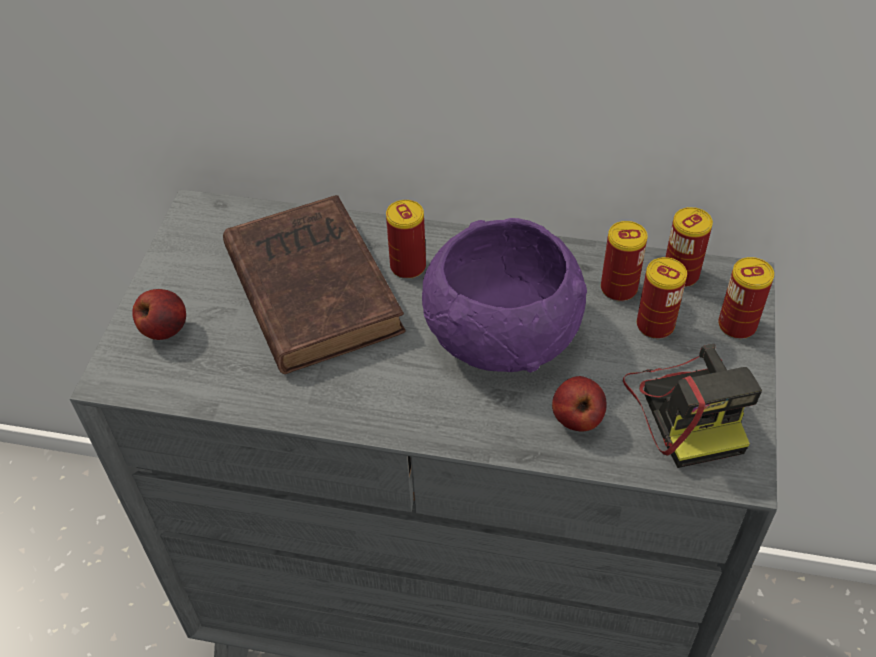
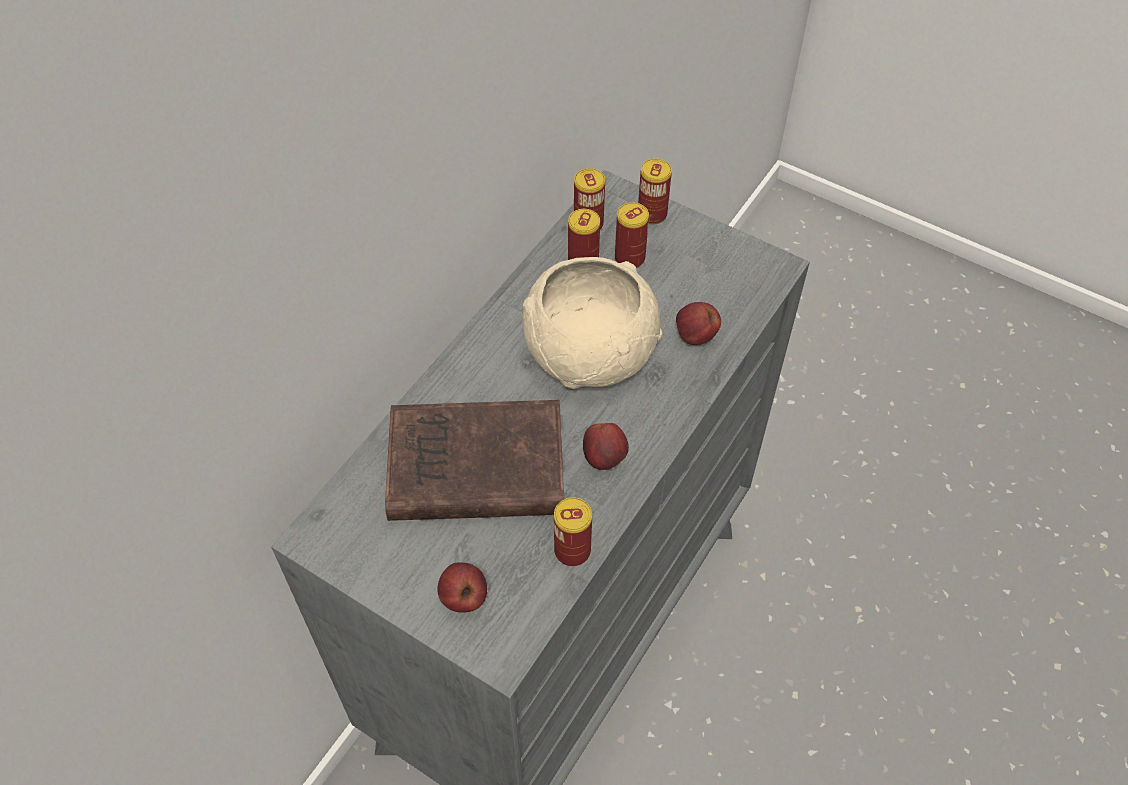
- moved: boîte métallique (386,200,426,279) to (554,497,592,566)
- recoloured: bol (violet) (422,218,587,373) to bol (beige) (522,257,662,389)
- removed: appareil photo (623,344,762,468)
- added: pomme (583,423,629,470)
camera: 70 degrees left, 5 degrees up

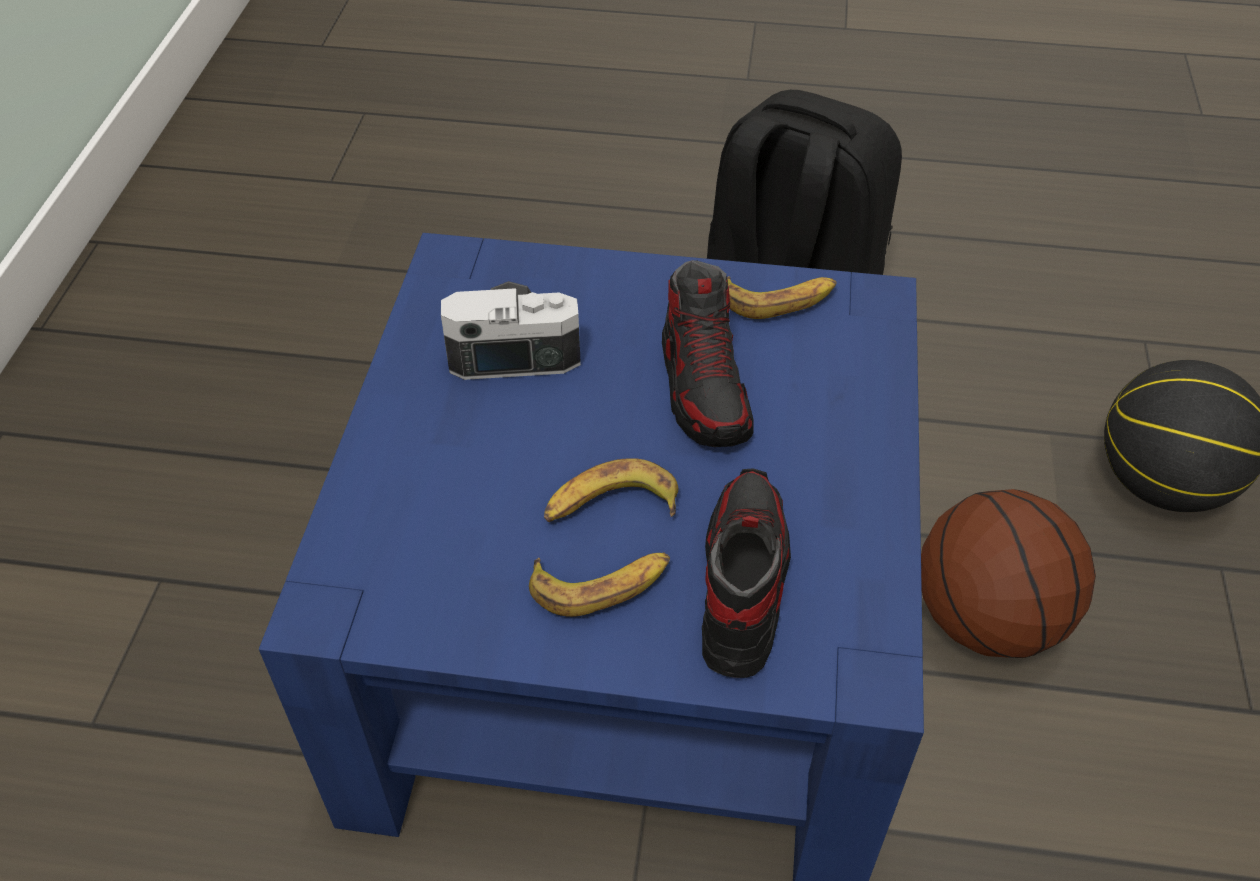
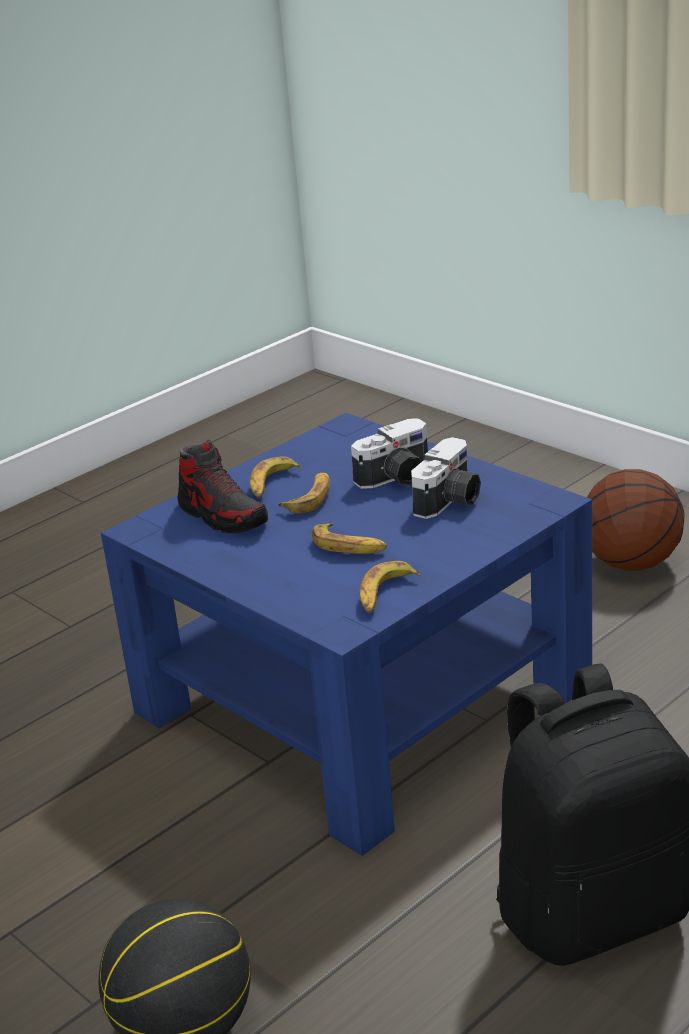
- replaced: chaussure (662,260,754,447) to banane (312,523,387,554)
- moved: ballon de basket (921,489,1096,658) to (587,469,685,571)
- added: appareil photo (351,419,428,489)
camera: 130 degrees right, 20 degrees down

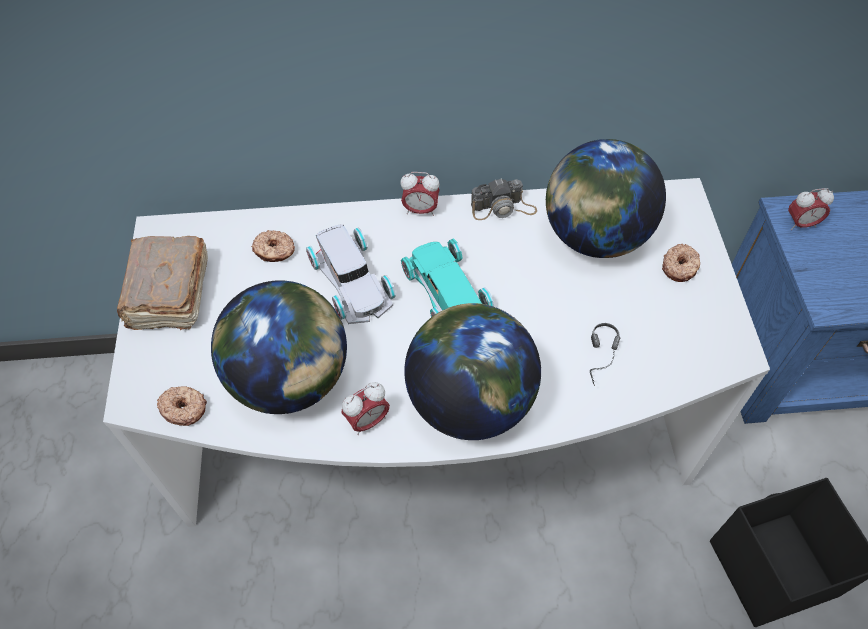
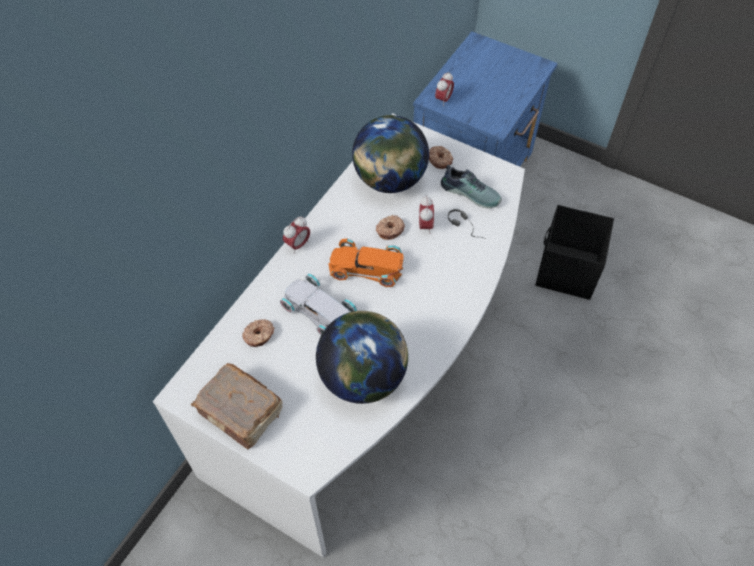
- removed: appareil photo (471,178,537,220)
- turned: petite voiture (blanc) (306,225,396,324) = (280,273,357,335) 150 degrees counterclockwise
- recoloured: petite voiture (turquoise) (401,238,494,317) to petite voiture (orange) (328,238,403,287)
- removed: globe (405,303,541,440)
- moved: réveil (341,382,390,435) to (419,196,434,234)
- moved: beignet (157,387,207,426) to (376,215,405,240)
- added: chaussure (441,165,501,208)
camera: 55 degrees left, 0 degrees up

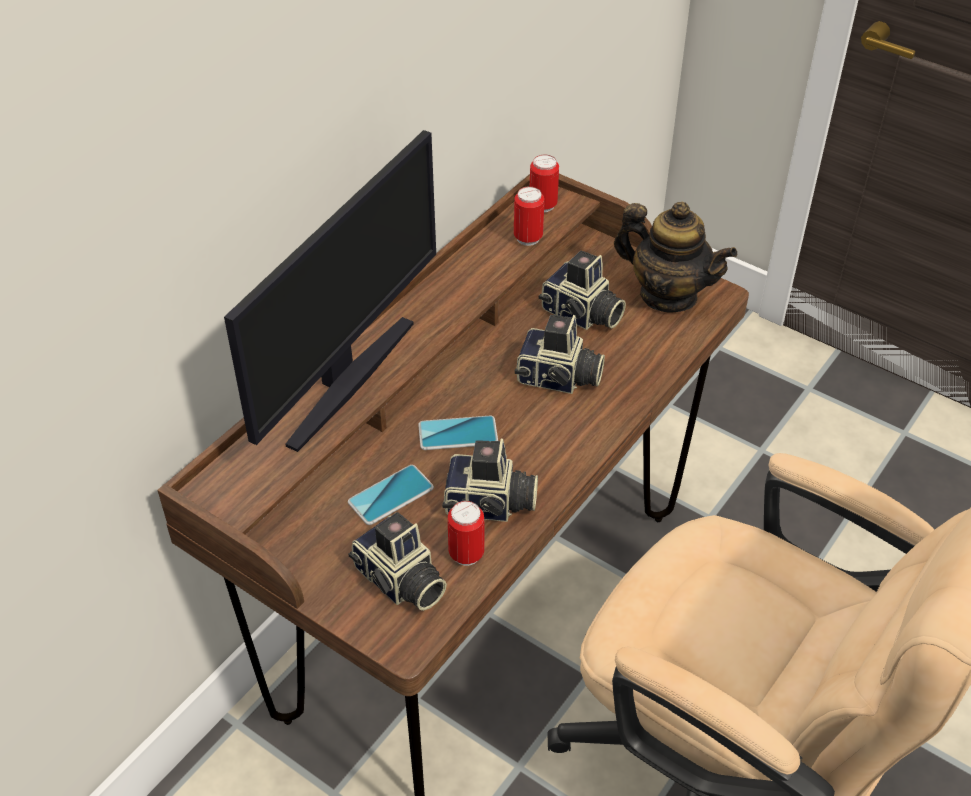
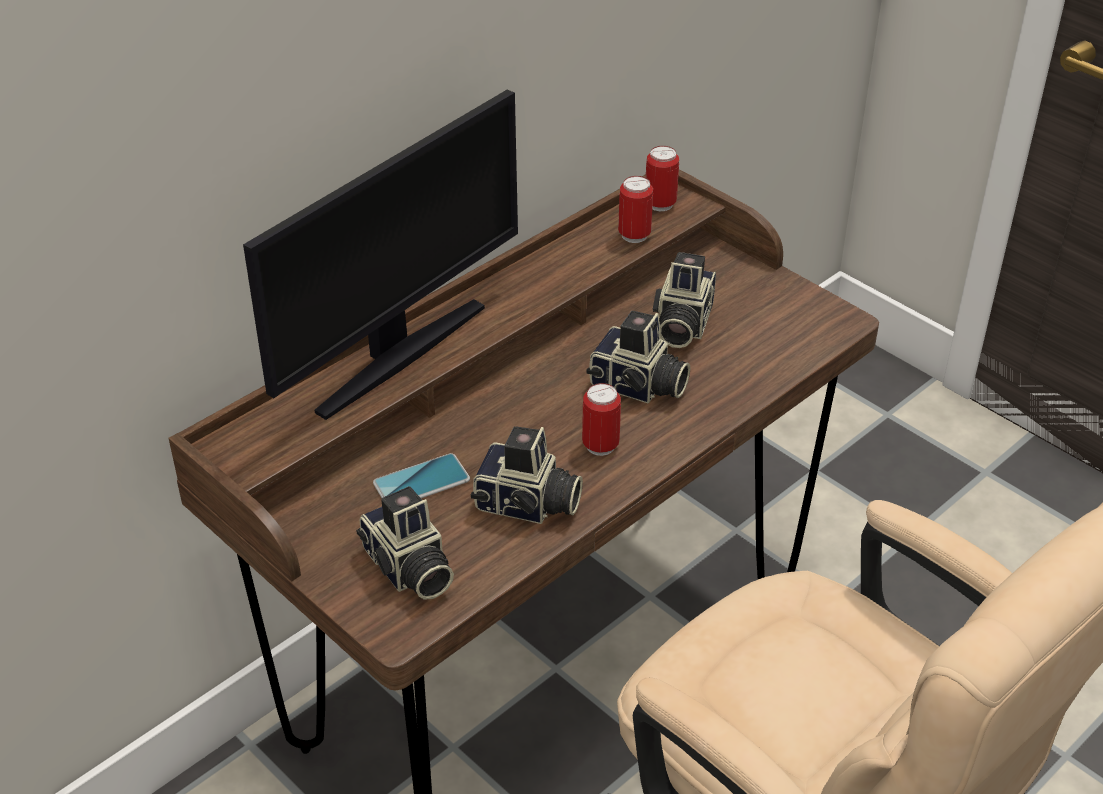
- removed: théière (614,201,737,313)
- turned: appareil photo (539,250,626,330) = (653,252,716,348) 60 degrees clockwise
- removed: téléphone (418,416,498,450)
- moved: boîte métallique (448,501,484,566) to (582,383,621,456)
camera: 10 degrees right, 5 degrees down

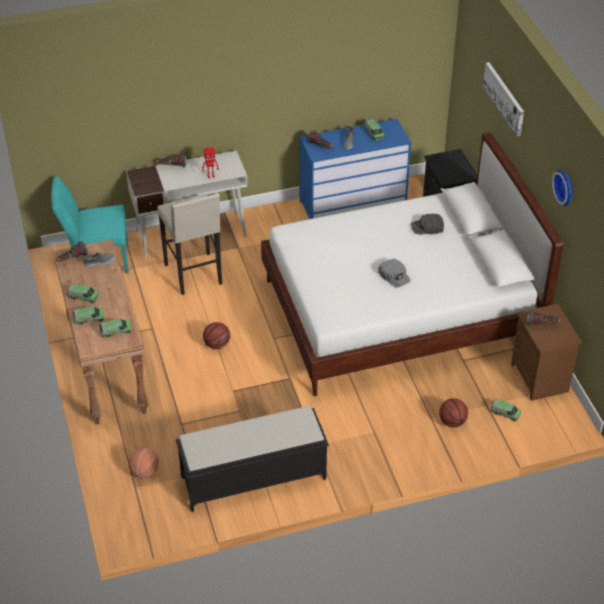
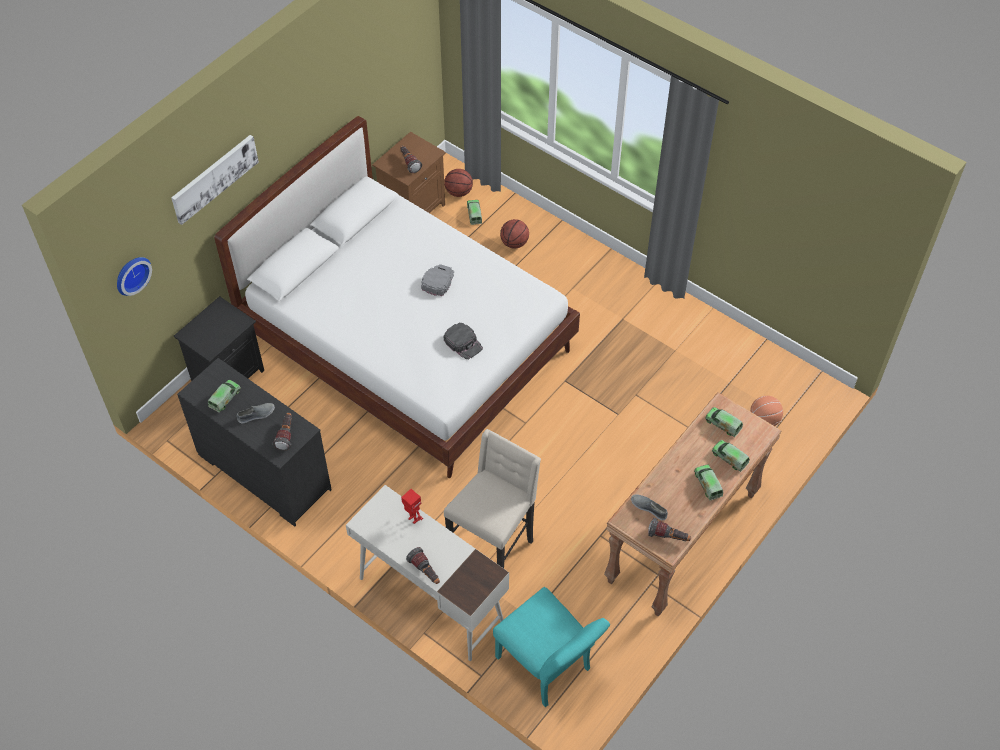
- recoloured: commode (bleu) (299,119,411,219) to commode (noir) (177,358,331,527)
- moved: horloge murale (552,170,572,206) to (117,257,152,296)
- moved: casquette (noir) (411,213,444,235) to (444,323,483,360)
- moved: ballon de basket (203,322,230,349) to (444,169,473,197)
- removed: banc (noir) (176,406,329,512)
camera: 125 degrees left, 10 degrees up

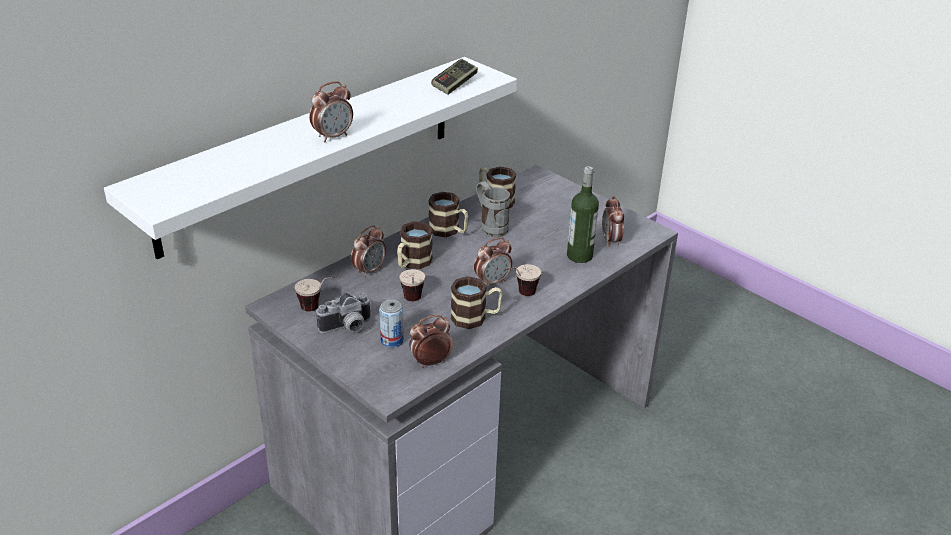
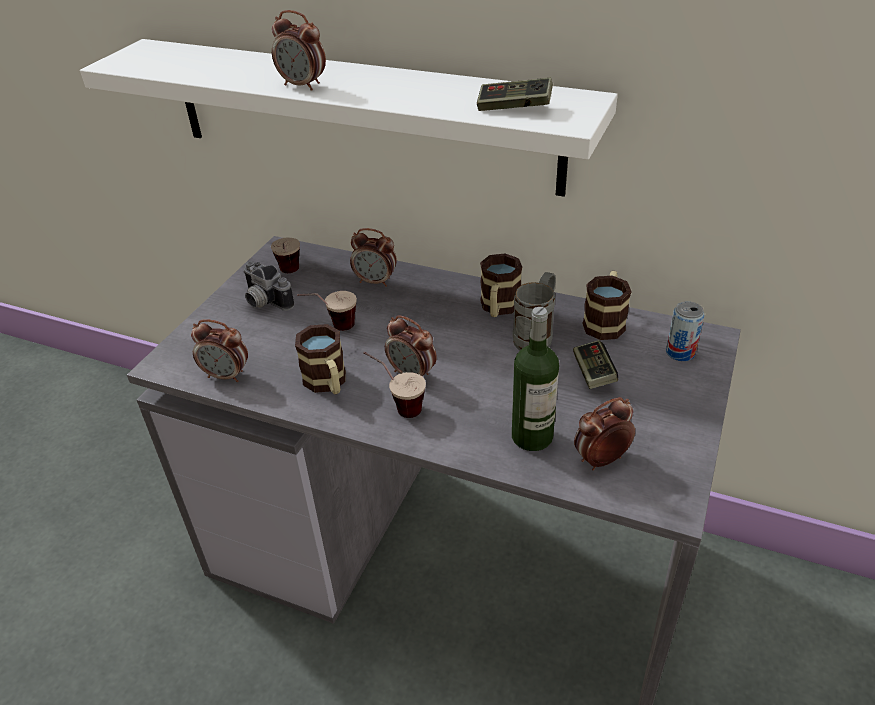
- removed: mug (397,221,433,269)
- moved: boîte métallique (379,300,404,348) to (666,301,704,361)
- turned: réveil (409,315,453,368) = (191,319,248,382) 150 degrees clockwise
- added: manette (573,340,618,389)
camera: 70 degrees right, 5 degrees up

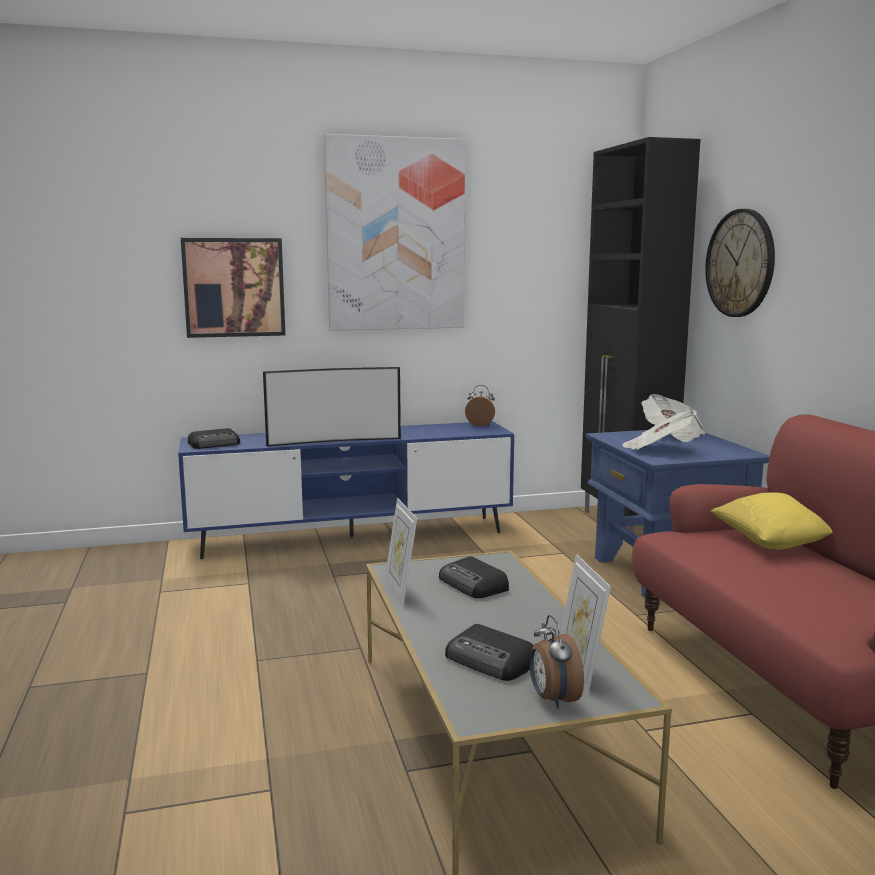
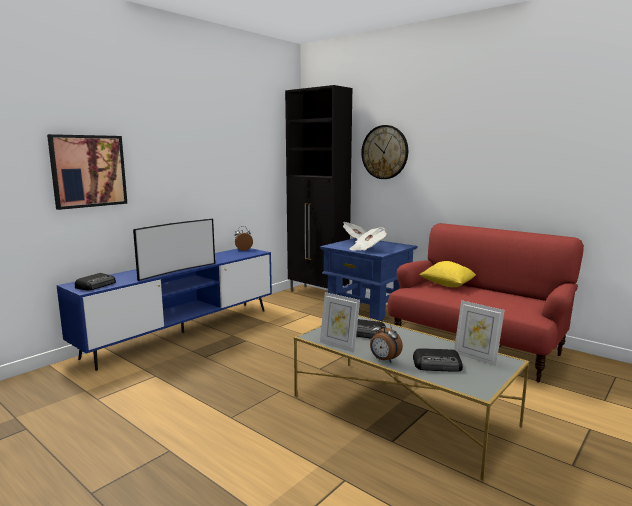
- removed: tableau (324,134,465,331)
- moved: réveil (529,615,584,709) to (370,320,403,363)
camera: 35 degrees left, 0 degrees up

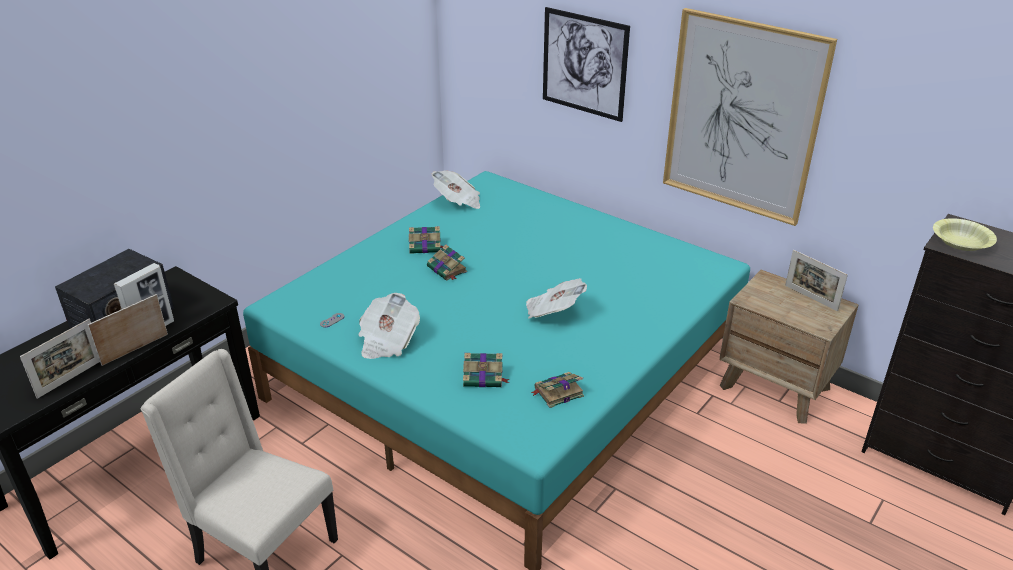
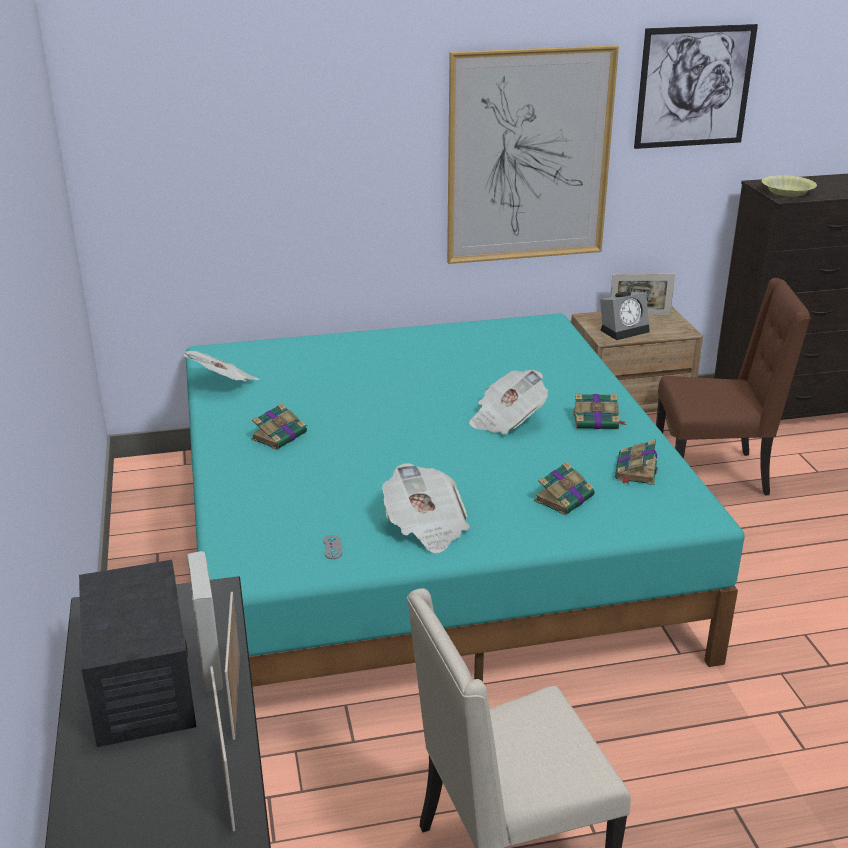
- moved: tableau (543,7,630,122) to (634,24,758,149)
- moved: livre (427,245,467,281) to (573,394,627,429)
- added: chaise (marron) (656,278,811,496)
- added: réveil (600,292,650,340)
camera: 50 degrees left, 5 degrees down

